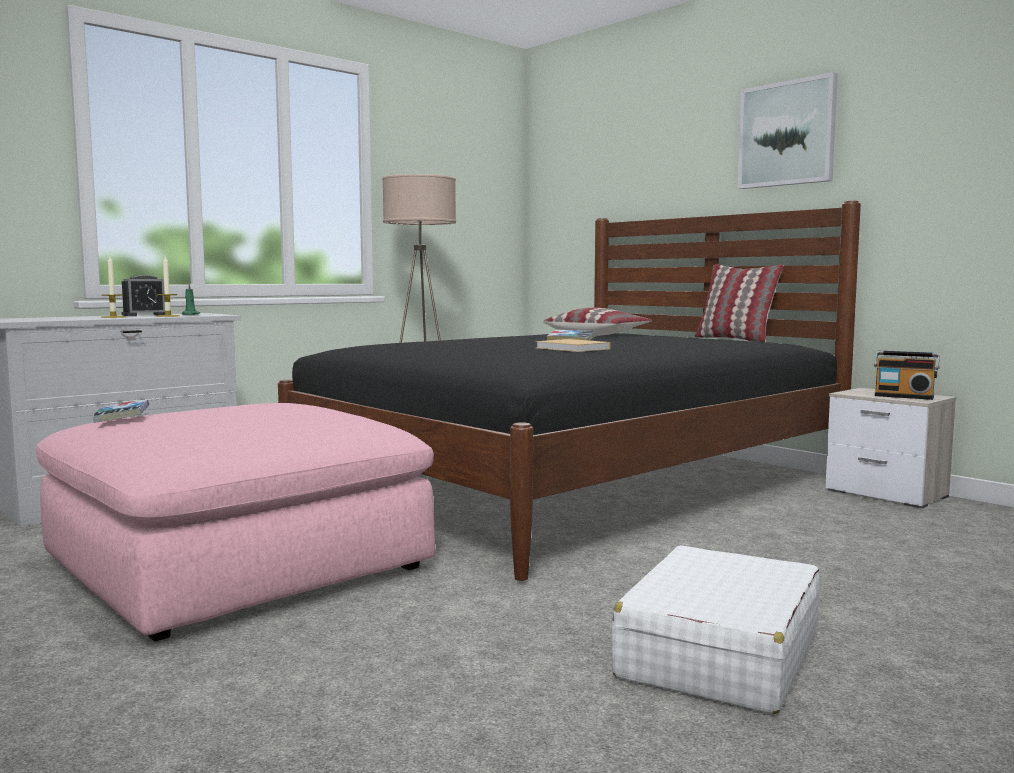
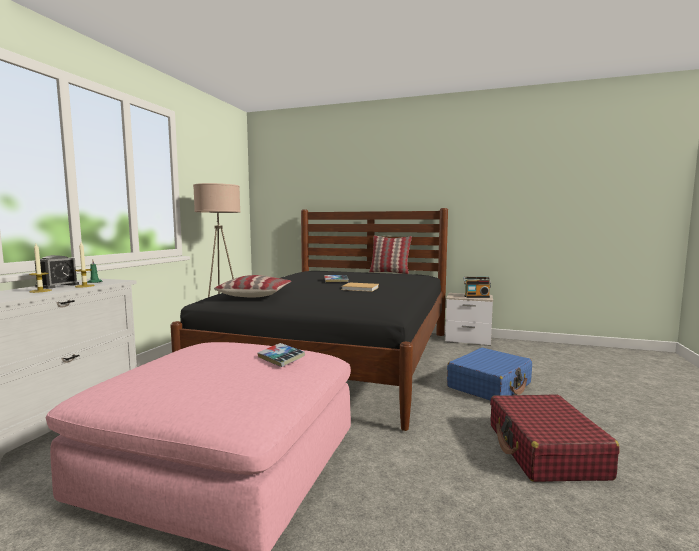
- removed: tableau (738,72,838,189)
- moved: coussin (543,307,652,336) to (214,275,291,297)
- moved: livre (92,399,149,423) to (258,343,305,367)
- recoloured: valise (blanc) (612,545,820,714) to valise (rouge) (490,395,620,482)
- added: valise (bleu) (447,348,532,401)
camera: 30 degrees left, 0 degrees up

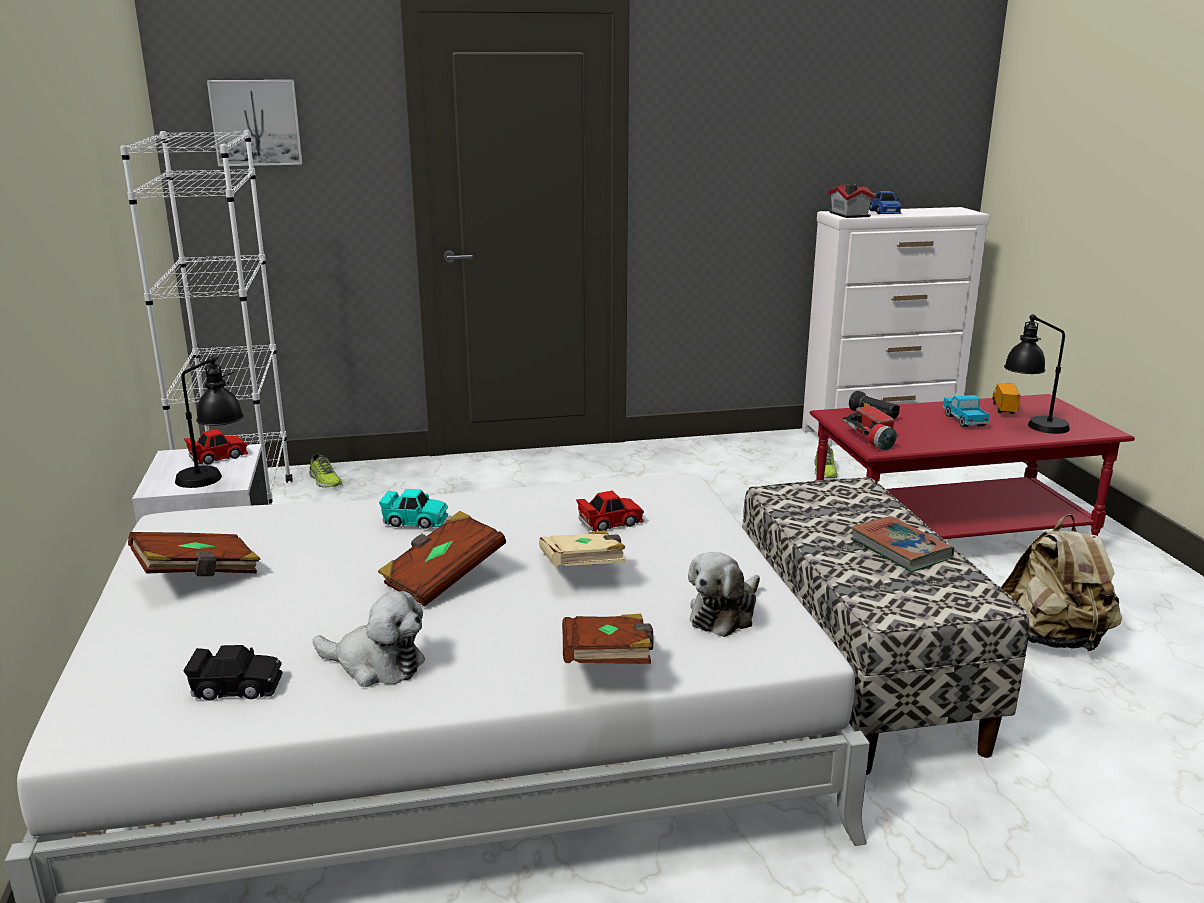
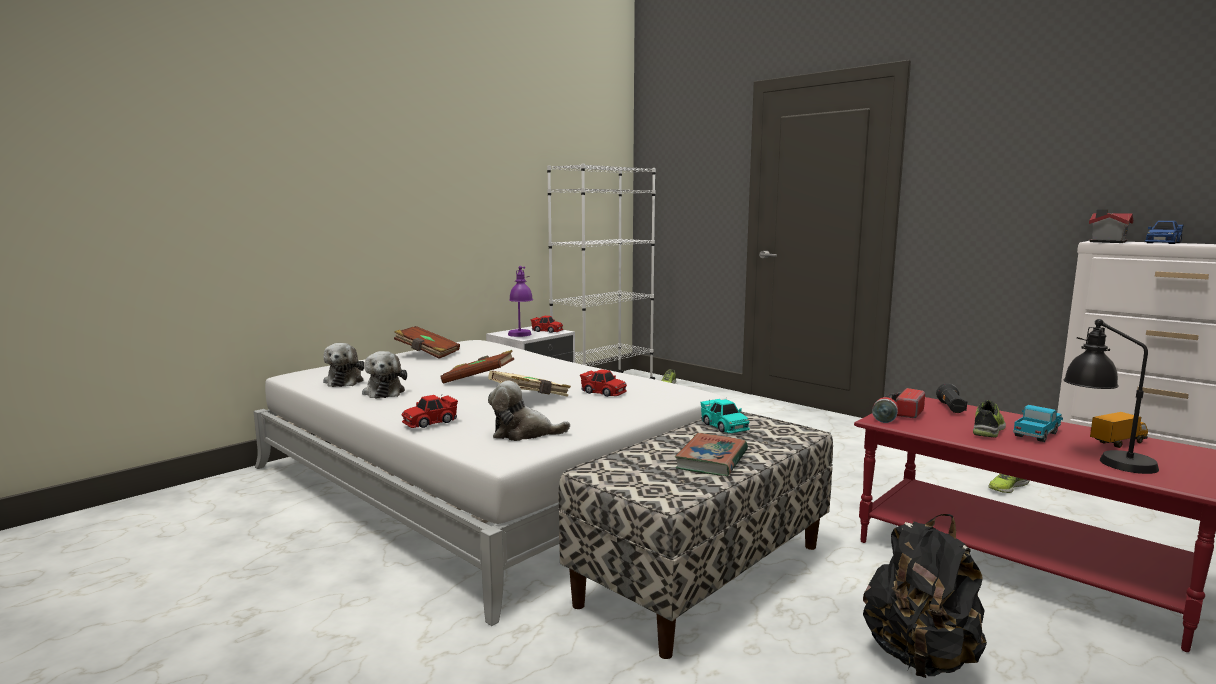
- removed: tableau (207,80,302,166)
- recoloured: lampe de table (noir) (175,356,244,488) to lampe de table (violet) (508,266,533,337)
- moved: petite voiture (turquoise) (379,489,448,529) to (700,399,750,433)
- recoloured: sac à dos (beige) (1001,514,1122,651) to sac à dos (noir) (863,514,987,678)
- replaced: livre (marron) (562,614,653,664) to petite voiture (rouge) (401,395,458,428)
- replaced: petite voiture (noir) (183,645,283,701) to peluche (323,343,364,387)
- added: chaussure (973,400,1006,438)
camera: 55 degrees right, 10 degrees down

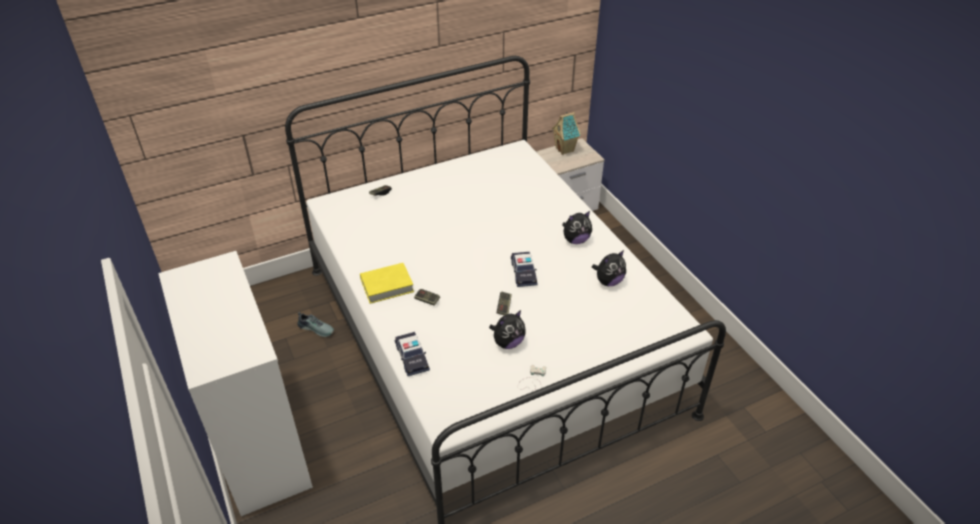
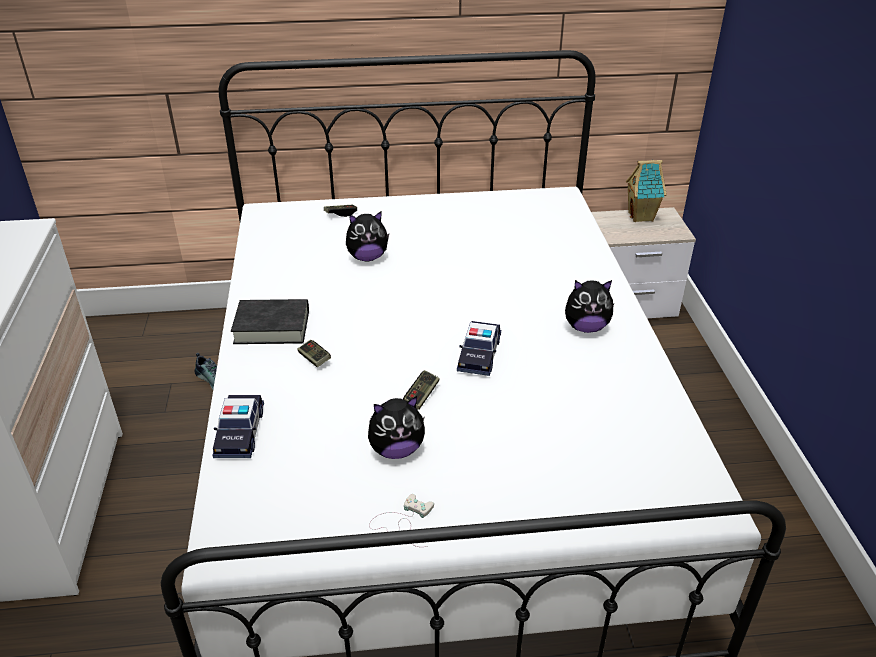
- moved: peluche (592,250,626,286) to (346,211,389,261)
- recoloured: livre (jaune) (360,263,414,304) to livre (noir) (231,299,309,344)
camera: 20 degrees right, 5 degrees down

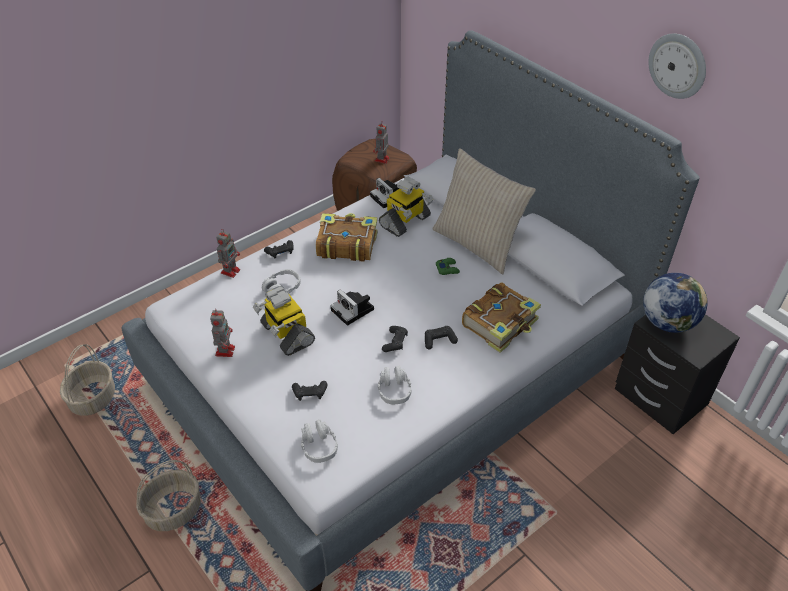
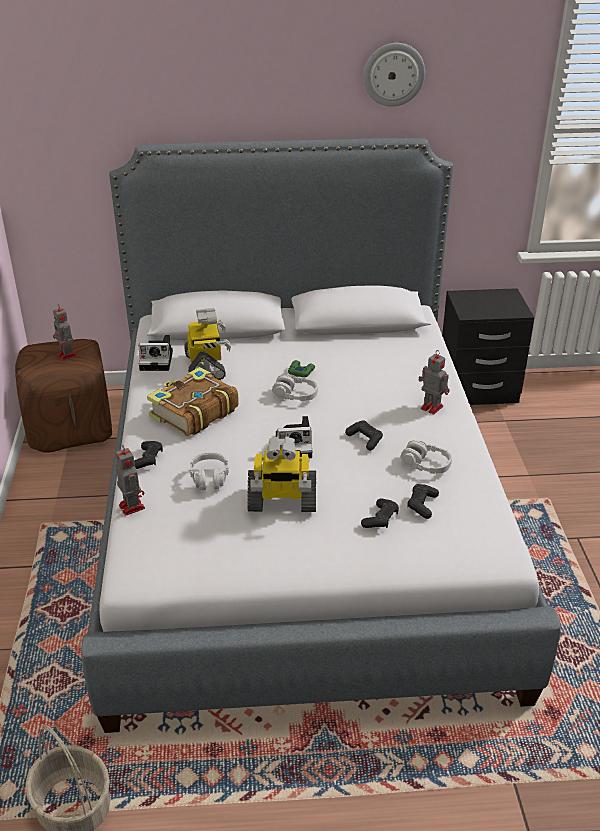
- removed: coussin (beige) (433,148,536,274)
- removed: globe (643,273,708,333)
- removed: livre (462,283,541,353)
- moved: robot jouet (210,308,235,357) to (419,350,450,414)
- moved: manette (noir) (425,326,458,349) to (407,484,439,519)
- moved: casque audio (gris) (301,419,338,463) to (272,375,318,401)
- removed: panier (136,460,200,531)
camera: 55 degrees left, 10 degrees down

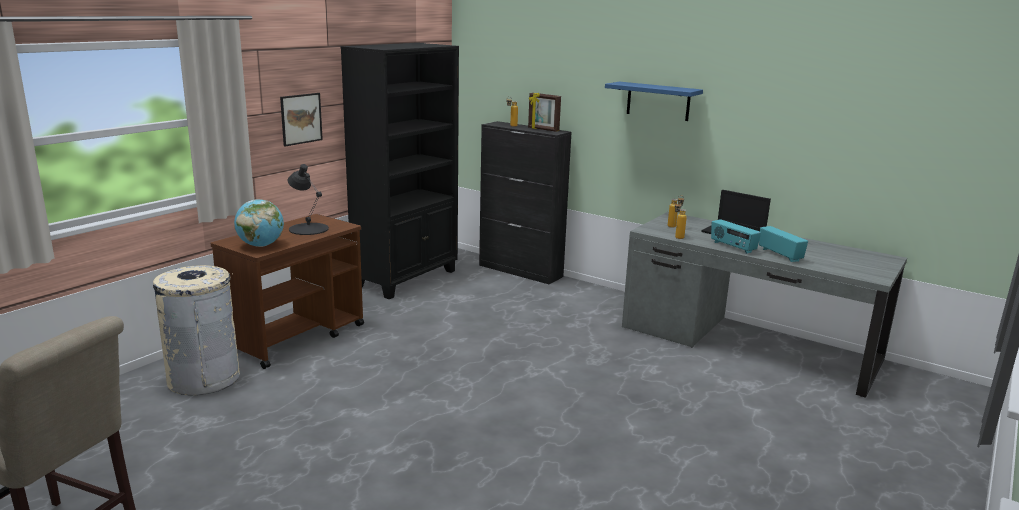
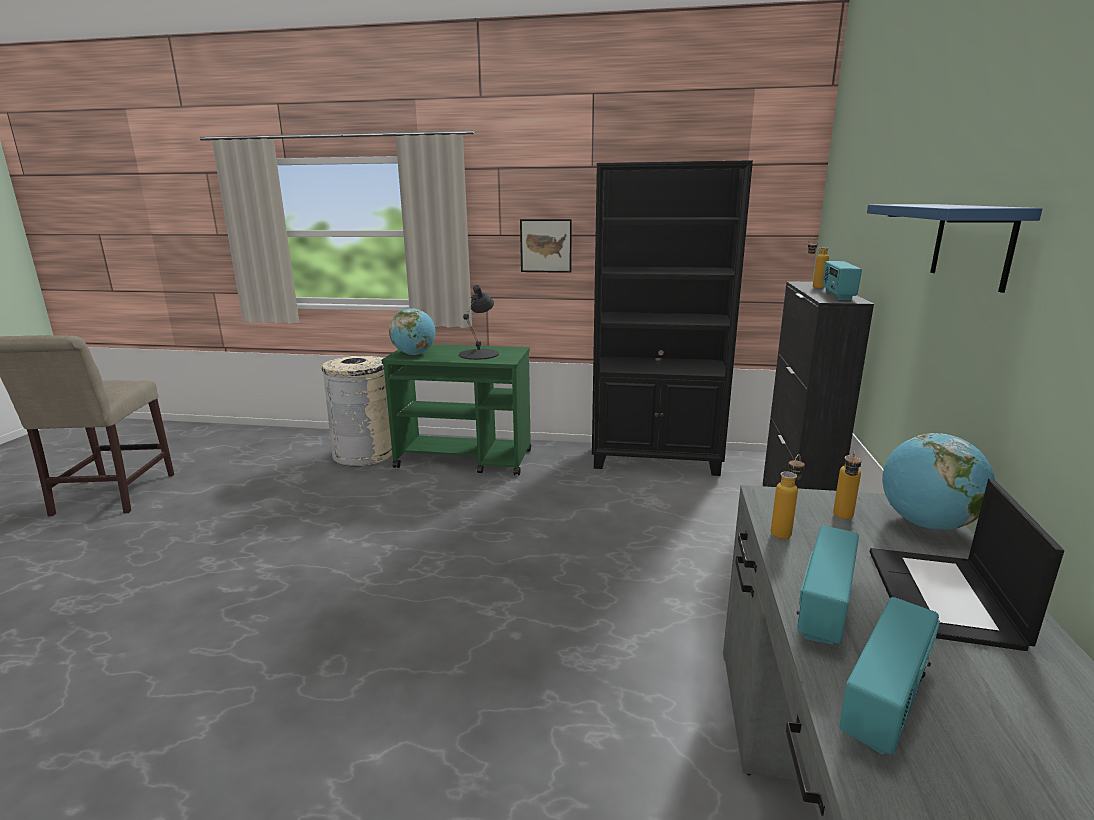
- replaced: cadre photo (528,93,561,132) to radio (823,261,862,300)
- recoloured: chariot (marron) (211,214,364,369) to chariot (vert) (382,344,531,476)
- added: globe (882,433,995,530)
camera: 65 degrees right, 0 degrees up

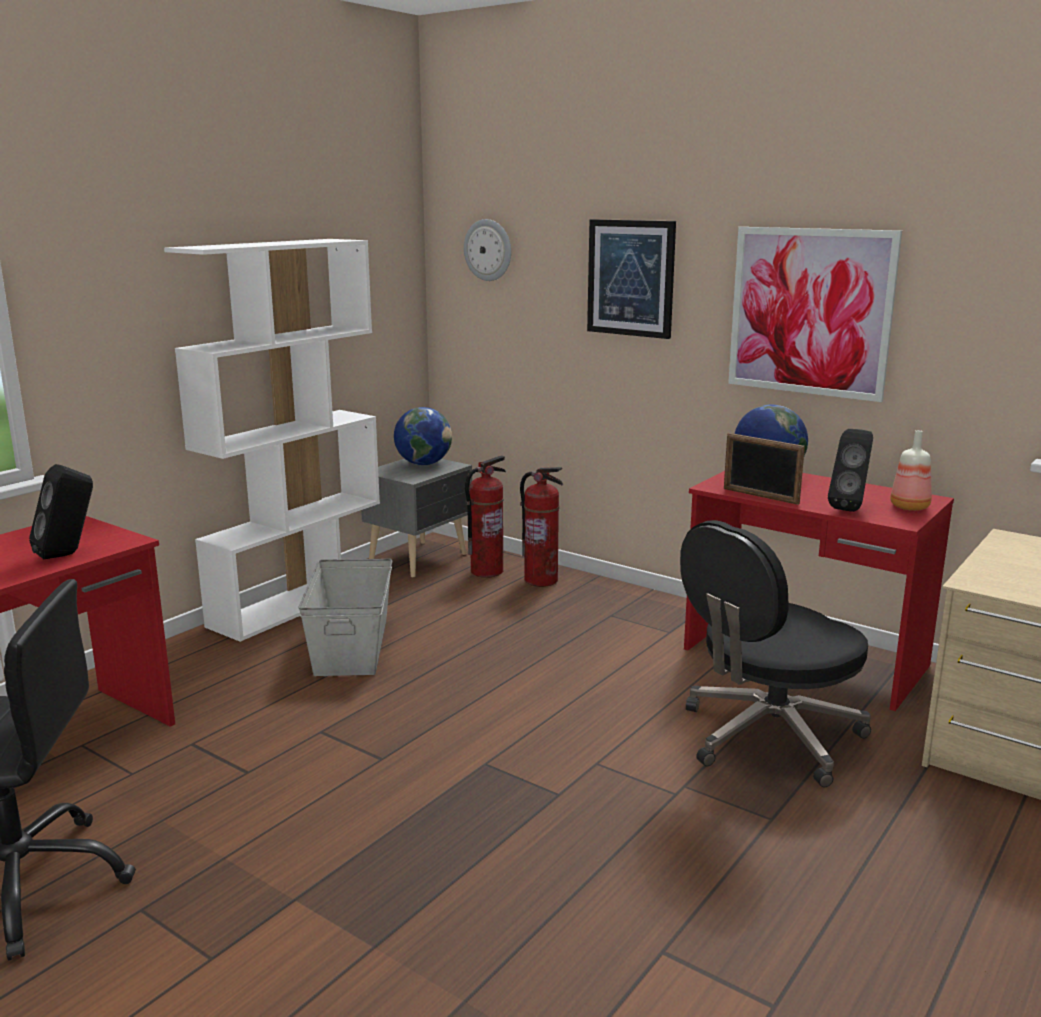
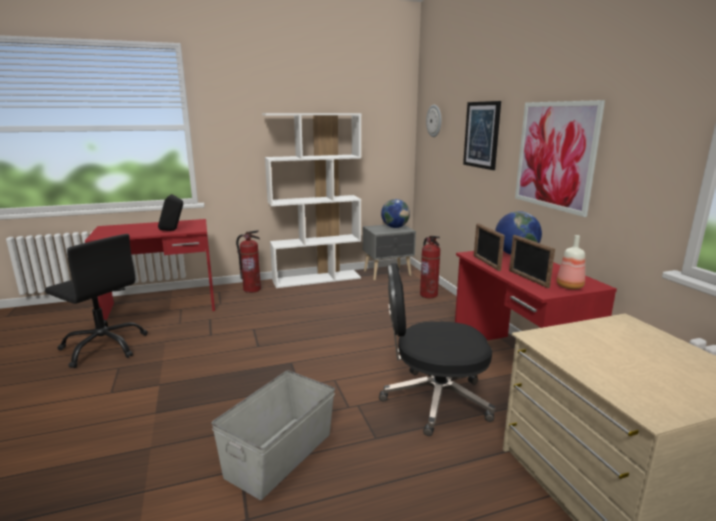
- replaced: enceinte (noir) (828,429,873,512) to cadre photo (509,235,555,288)
- moved: extincteur (465,456,506,578) to (236,230,261,293)
- moved: boîte de rangement (gris) (298,559,393,676) to (211,370,335,500)
camera: 35 degrees right, 0 degrees up

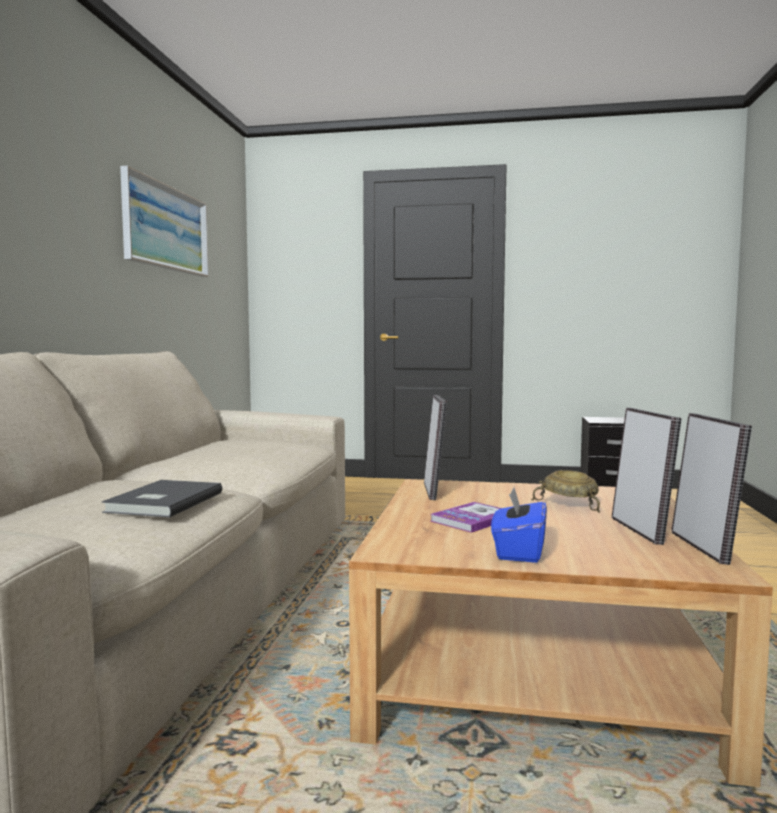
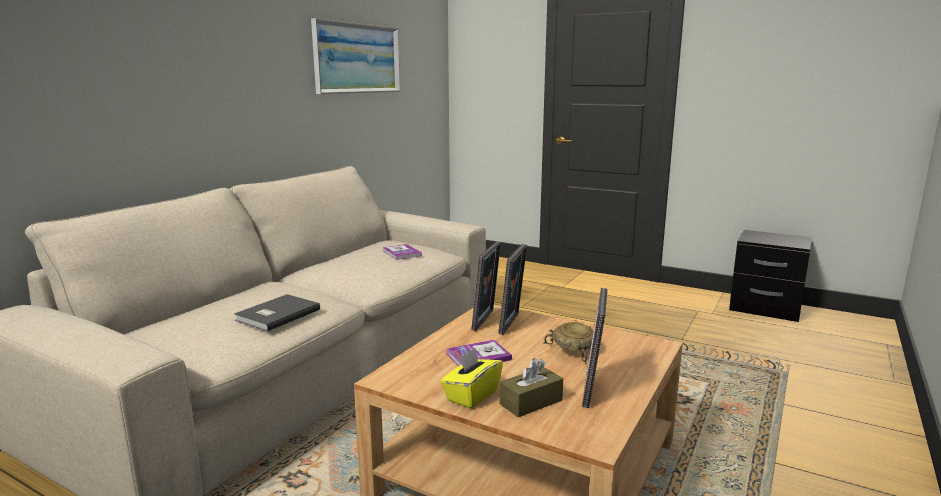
- moved: cadre photo (671,413,752,565) to (498,244,527,335)
- recoloured: boîte à mouchoirs (bleu) (491,488,547,563) to boîte à mouchoirs (jaune) (441,348,503,409)
- added: livre (383,244,422,260)
- added: boîte à mouchoirs (marron) (499,358,563,417)
camera: 20 degrees right, 10 degrees up

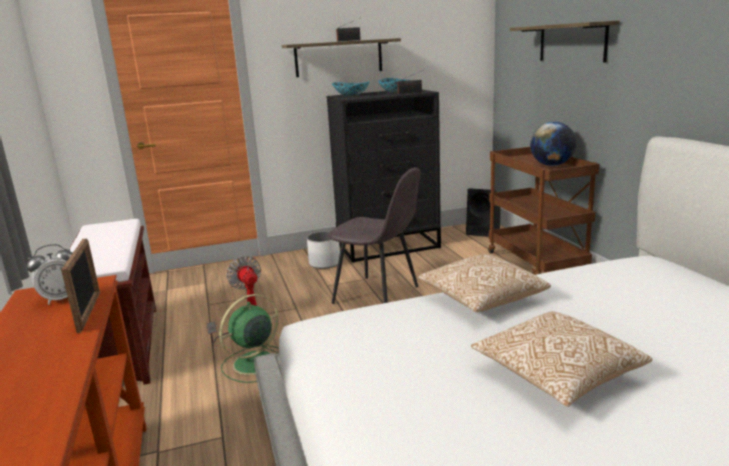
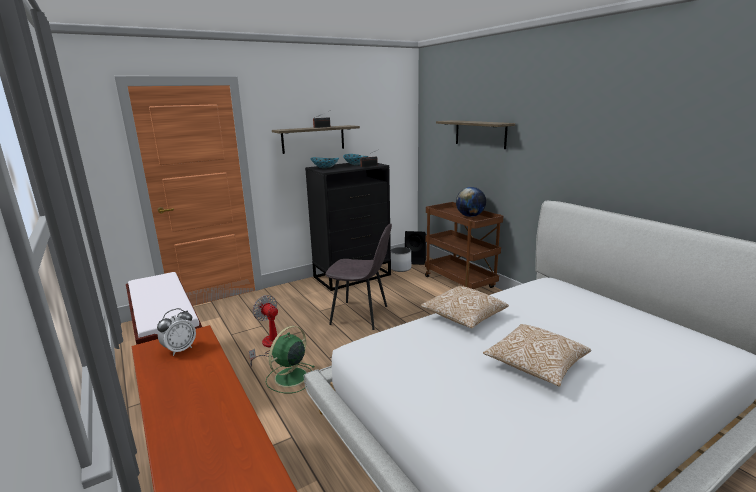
- moved: cache-pot (blanc) (307,231,340,269) to (391,247,411,272)
- removed: cadre photo (61,238,100,333)
camera: 15 degrees left, 0 degrees up

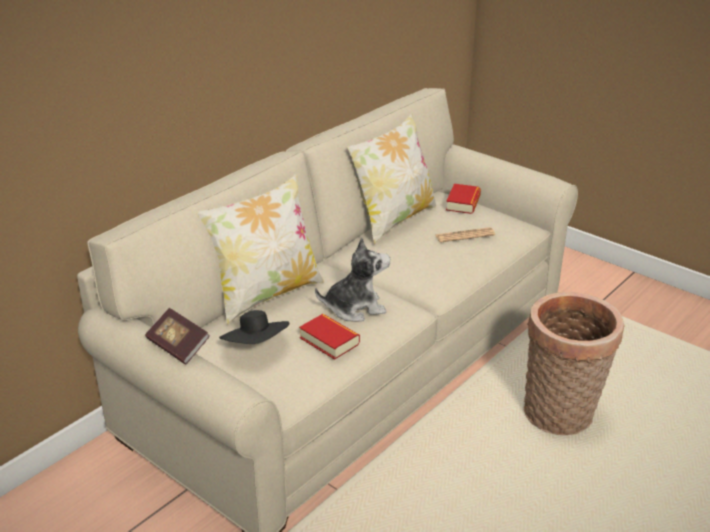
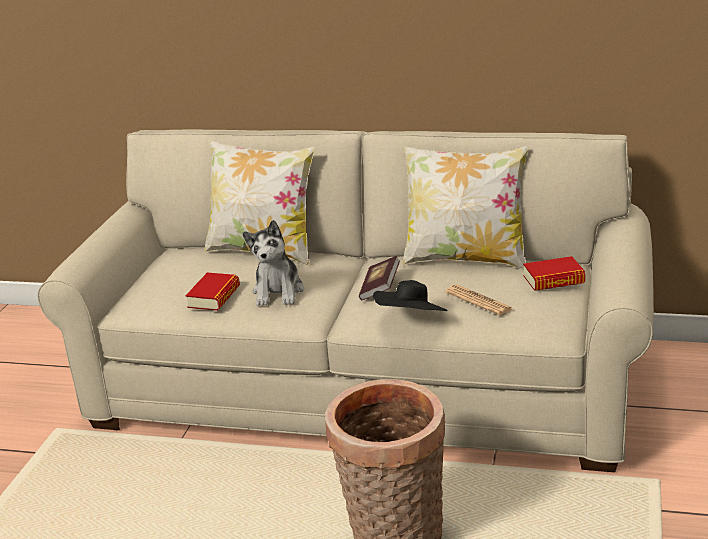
- turned: peluche (315,238,390,322) = (243,220,304,306) 45 degrees clockwise
- moved: livre (145,308,210,365) to (359,256,400,300)
- moved: chapeau (noir) (219,310,289,344) to (373,280,448,311)
camera: 65 degrees right, 5 degrees down

